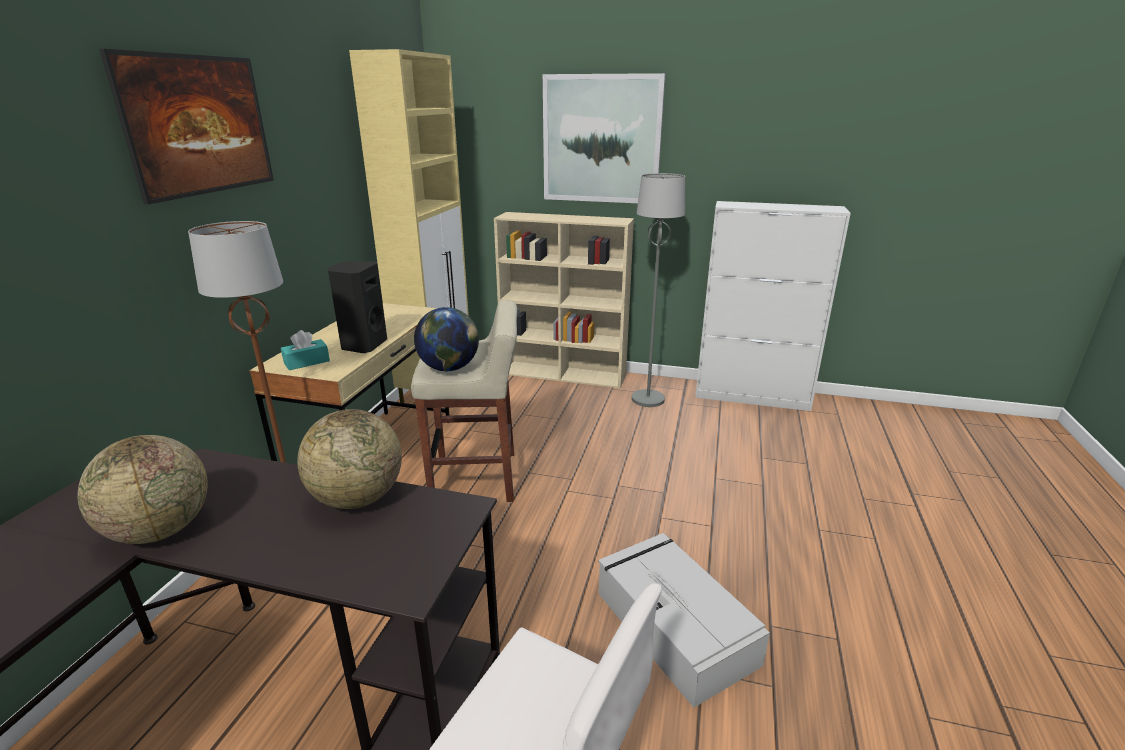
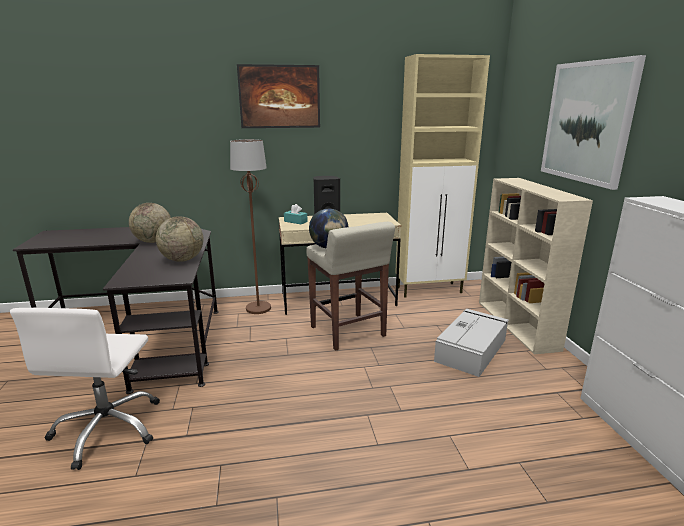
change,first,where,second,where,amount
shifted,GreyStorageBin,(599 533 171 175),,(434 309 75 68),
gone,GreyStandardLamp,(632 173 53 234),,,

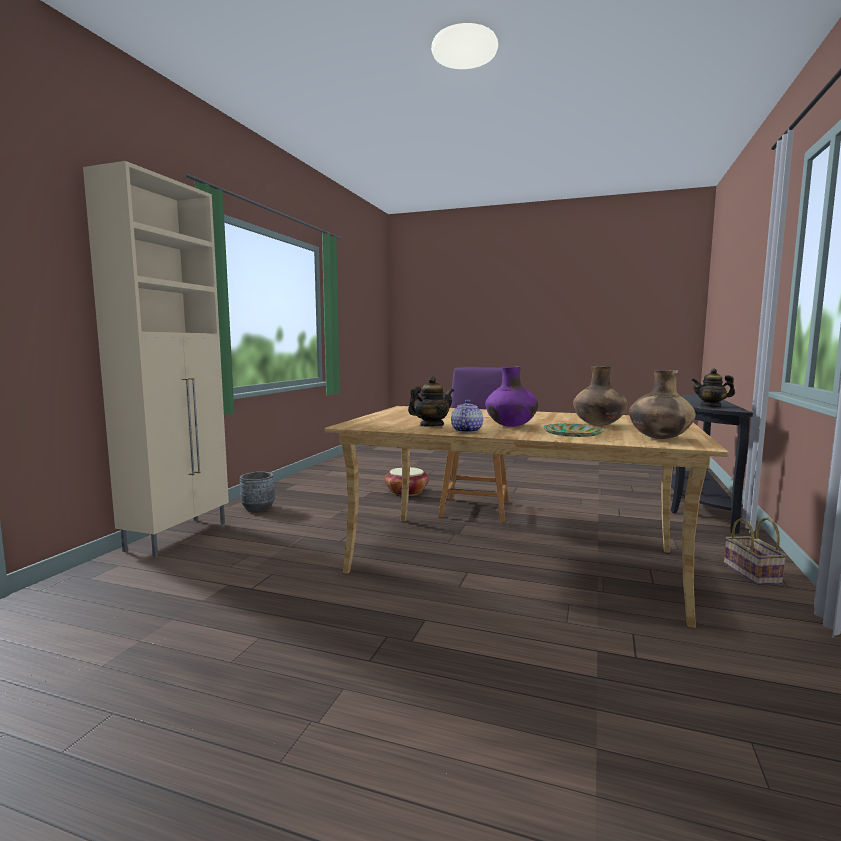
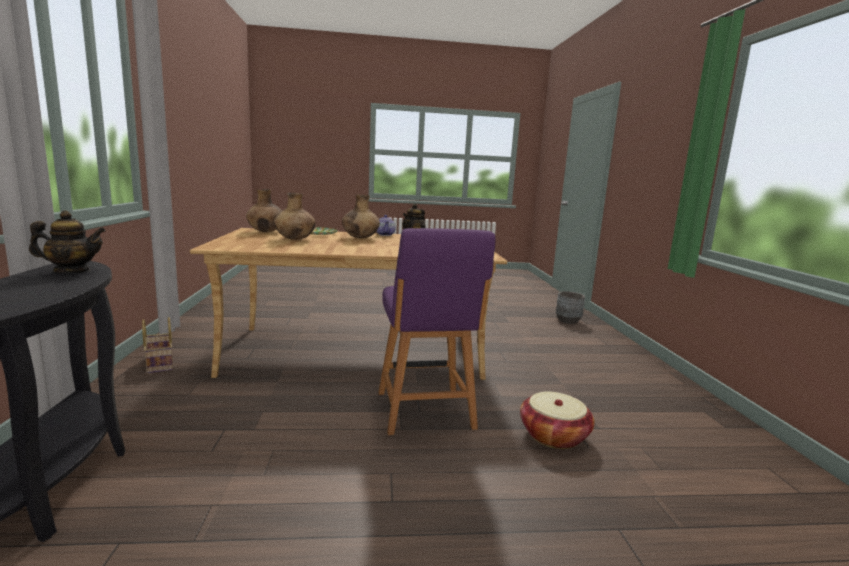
change,first,where,second,where,amount
gone,BeigeColouredCupboard,(83 161 146 396),,,
shifted,GreyPlantPot,(240 472 35 40),,(556 291 29 33),
repainted,PurplishFlowerVase,(485 366 54 61),BrownColouredFlowerVase,(342 194 38 44),

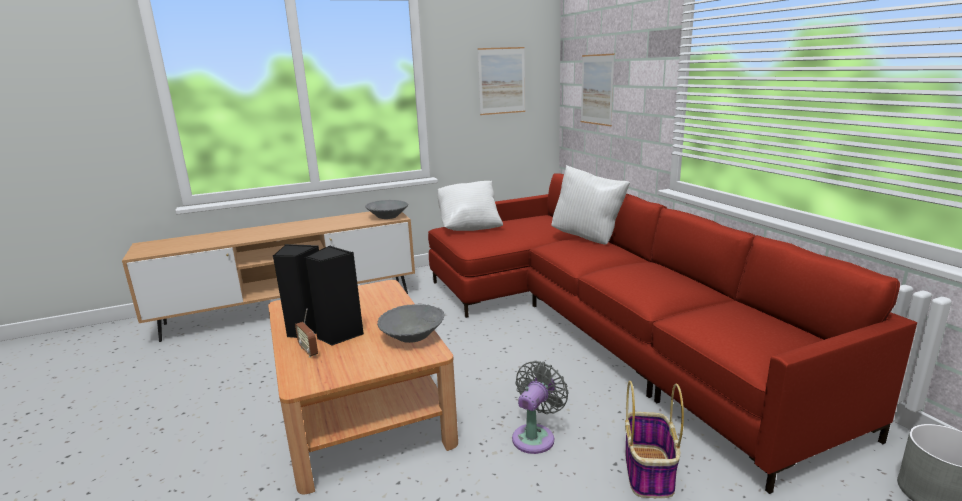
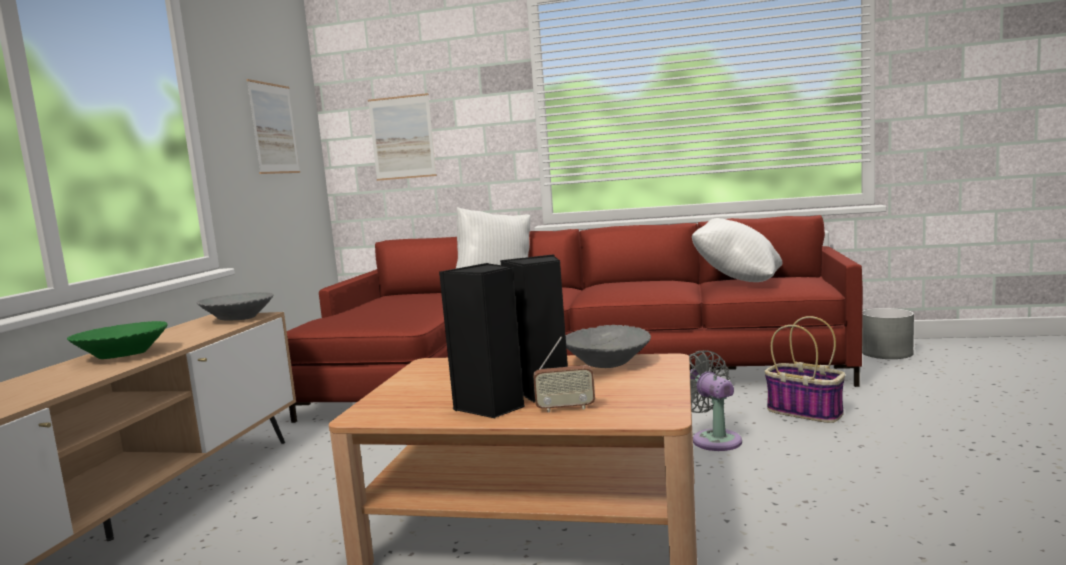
change,first,where,second,where,amount
shifted,WhiteColouredCushion,(437 181 66 50),,(692 218 90 64),
new,,,GreenBowl,(67 321 101 38),

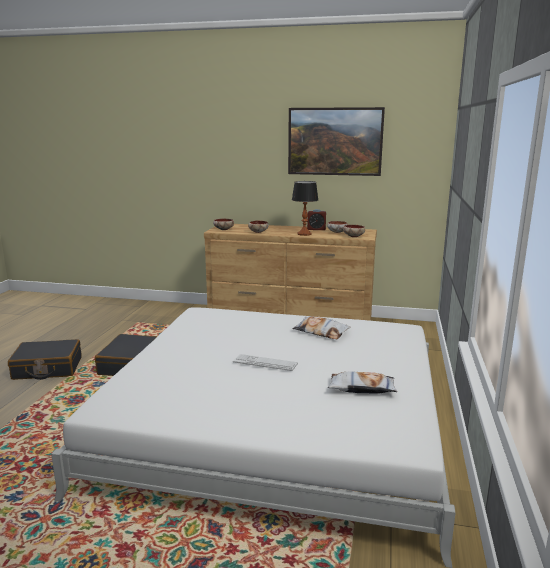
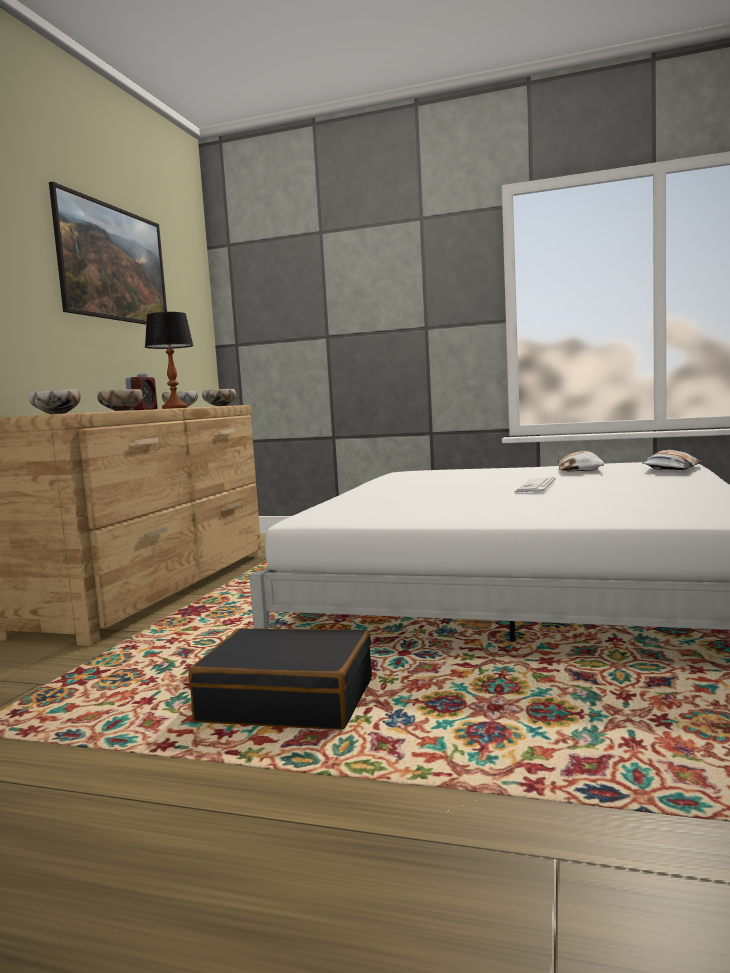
change,first,where,second,where,amount
gone,BlackTravelCase,(8 339 74 41),,,
shifted,Cushion,(292 316 59 23),,(642 450 60 20),

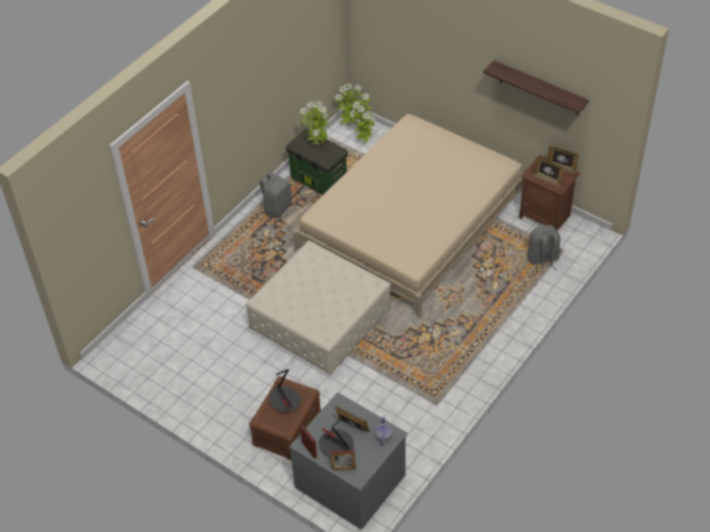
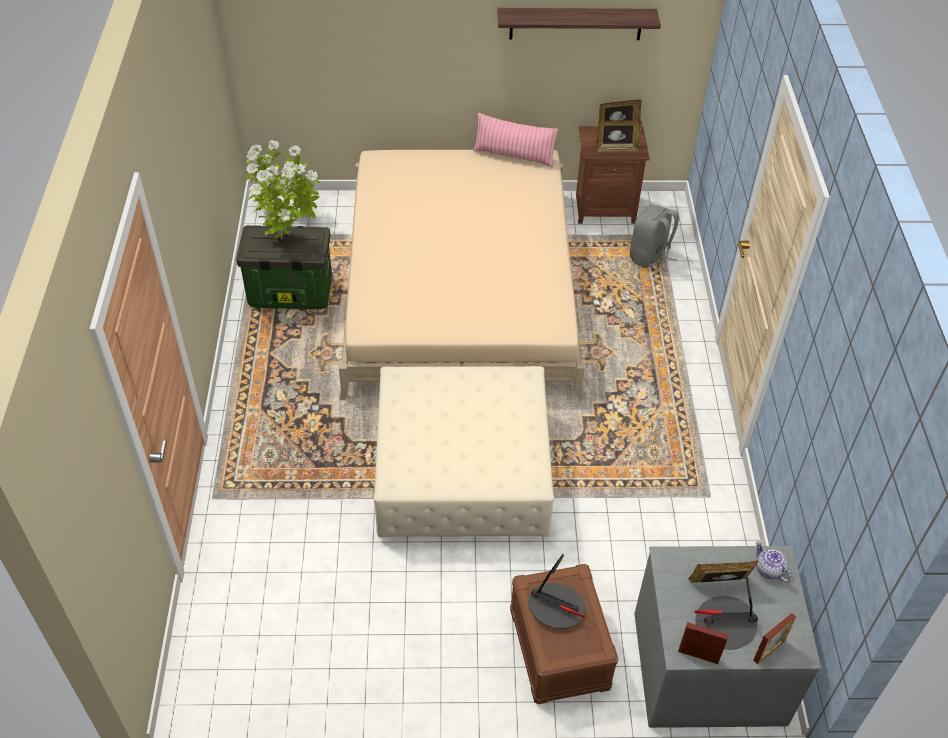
change,first,where,second,where,amount
gone,GreyKnapsack,(259 172 33 46),,,
new,,,PinkCushion,(473 113 85 54),

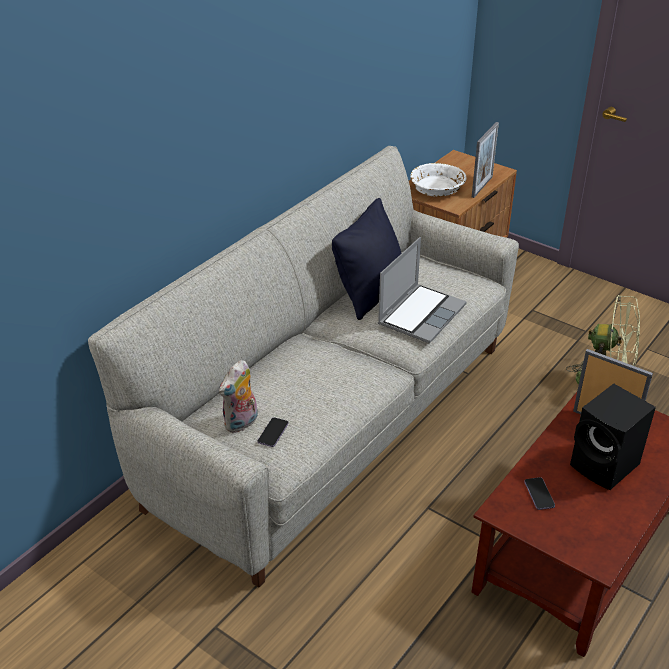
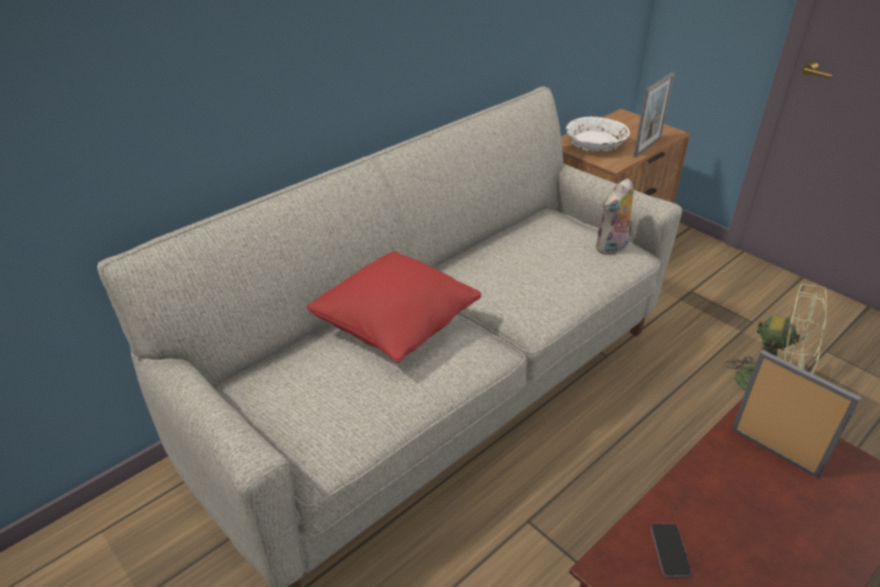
change,first,where,second,where,amount
shifted,PlushToy,(219 360 39 73),,(595 178 40 77),
gone,Phone,(258 417 30 30),,,
gone,BlackCushion,(332 198 70 122),,,
gone,PortableComputer,(378 237 89 107),,,
gone,BlackSpeaker,(570 383 86 107),,,
new,,,RedColouredCushion,(307 251 174 112),

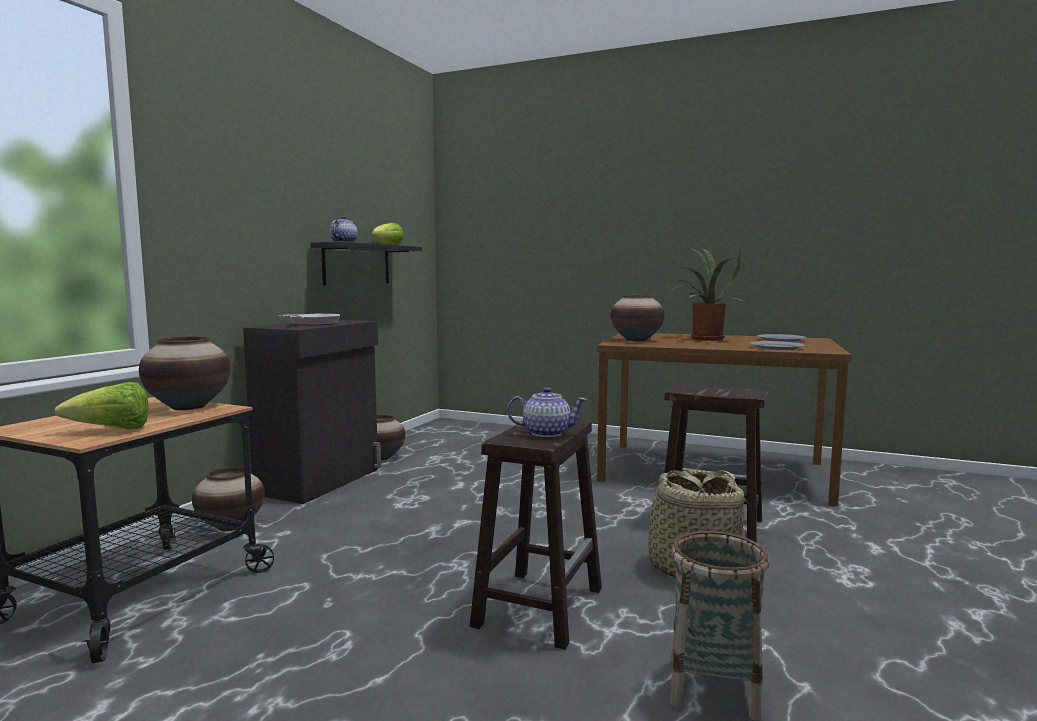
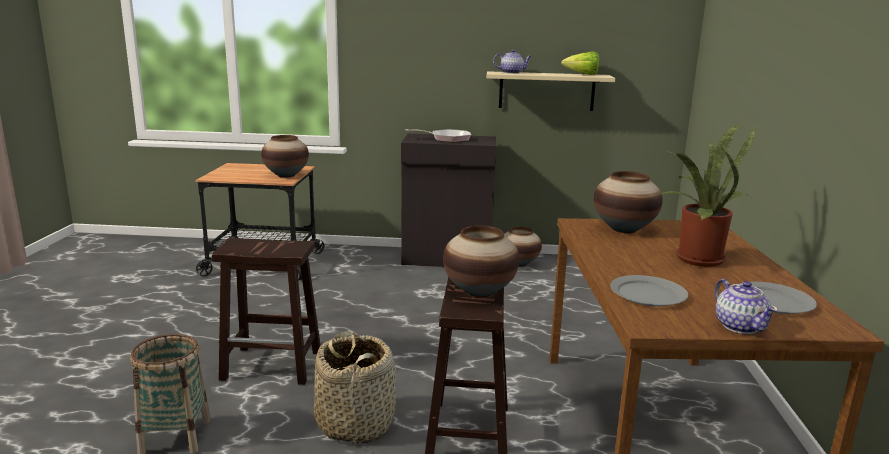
change,first,where,second,where,amount
gone,Lettuce,(54 382 95 48),,,
shifted,FlowerVase,(192 467 73 64),,(443 225 77 73),
repainted,BlackShelf,(310 242 112 43),BeigeColouredShelf,(487 71 128 40),
shifted,PotForTea,(507 387 80 50),,(714 279 64 55),

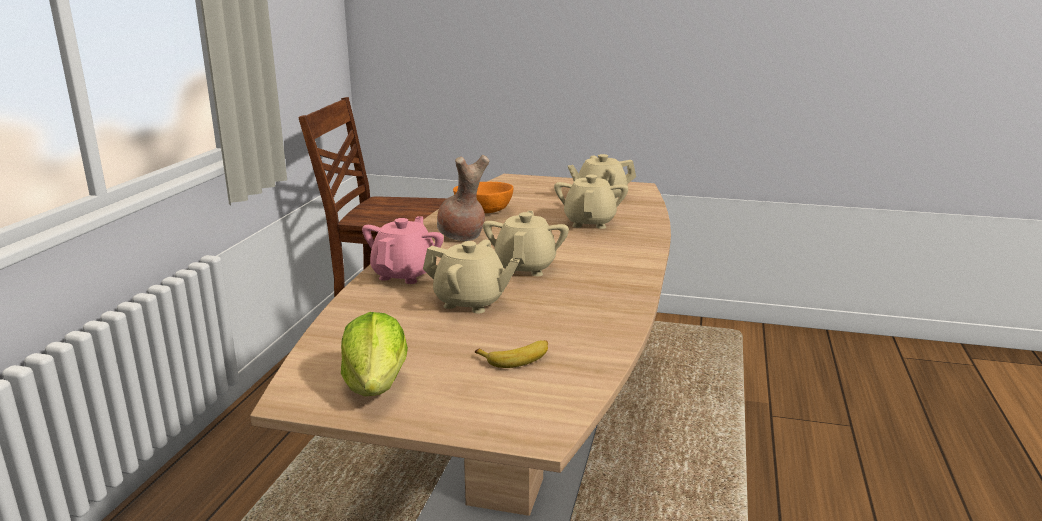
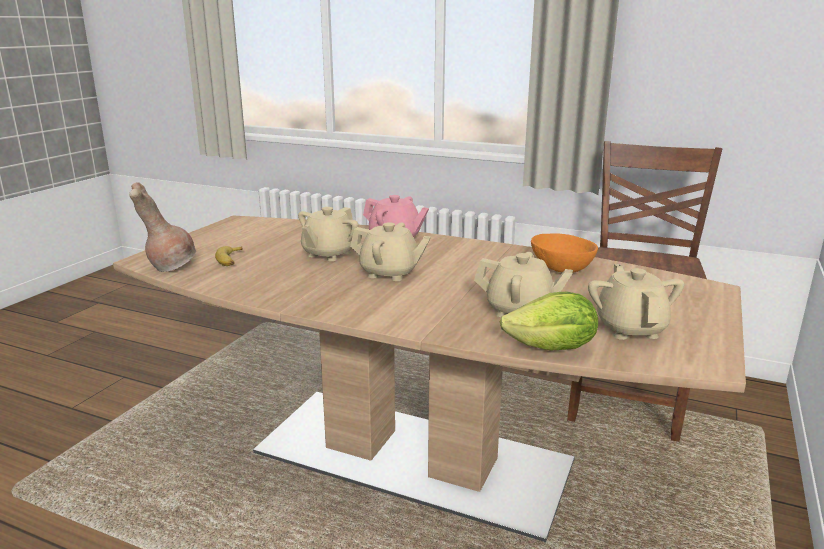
change,first,where,second,where,amount
shifted,Lettuce,(341 312 67 84),,(500 292 98 58),
shifted,BrownColouredFlowerVase,(437 155 52 86),,(129 182 67 90),

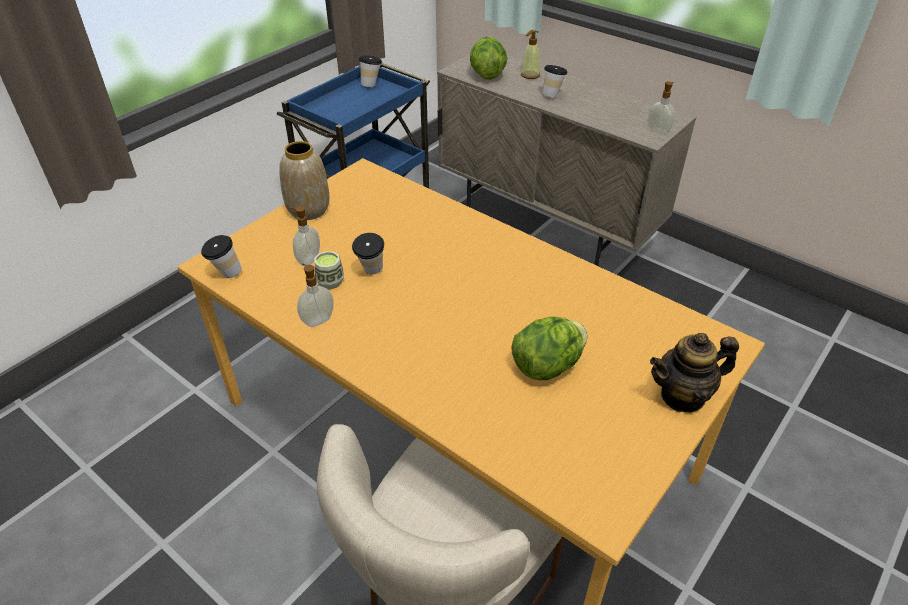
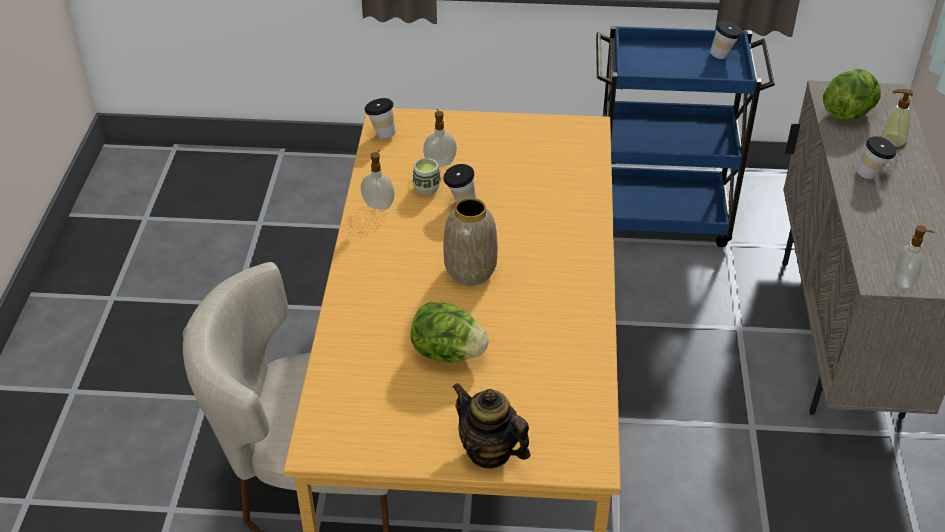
change,first,where,second,where,amount
shifted,FlowerVase,(279 141 51 79),,(443 198 55 87),

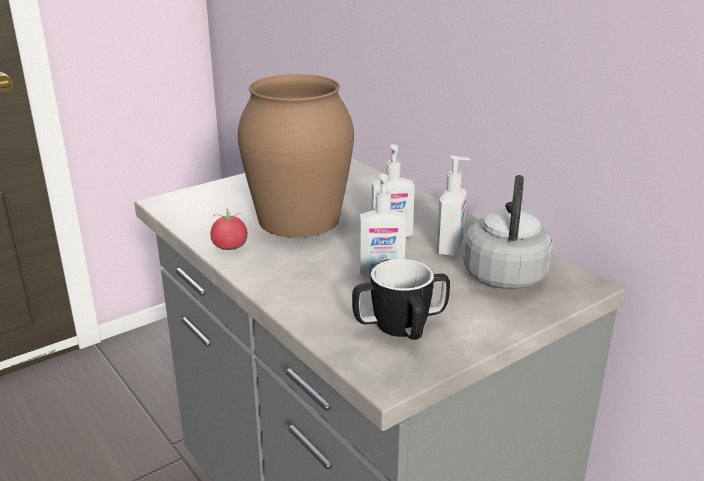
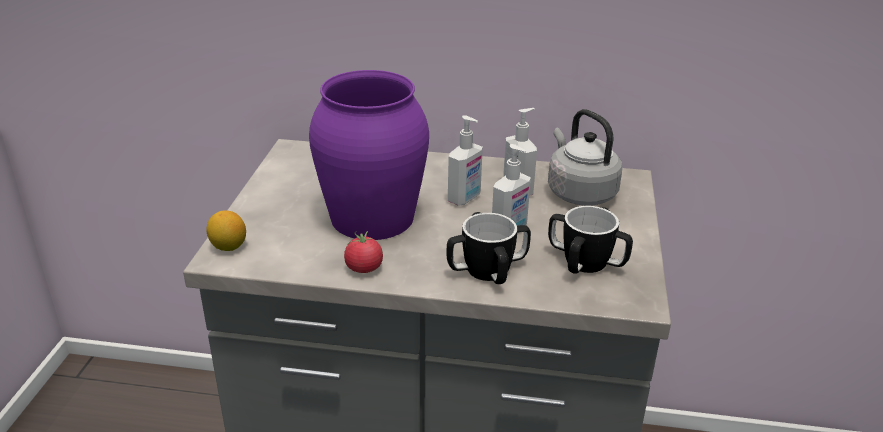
change,first,where,second,where,amount
repainted,BrownColouredFlowerVase,(238 74 116 164),PurplishFlowerVase,(309 70 120 170),
new,,,CitrusFruit,(206 210 40 41),
new,,,CoffeeMug,(447 212 84 72),

